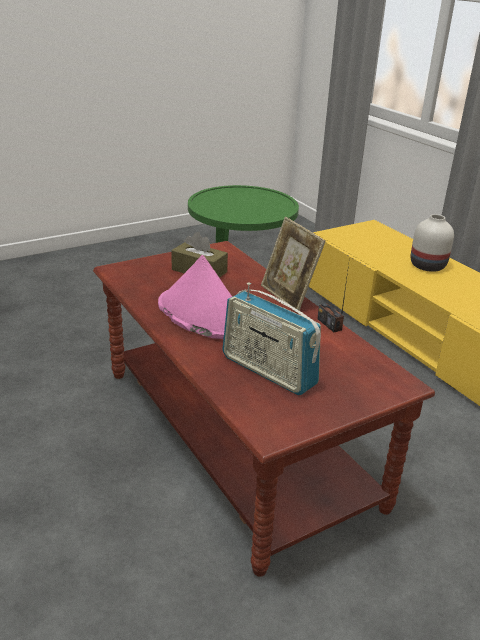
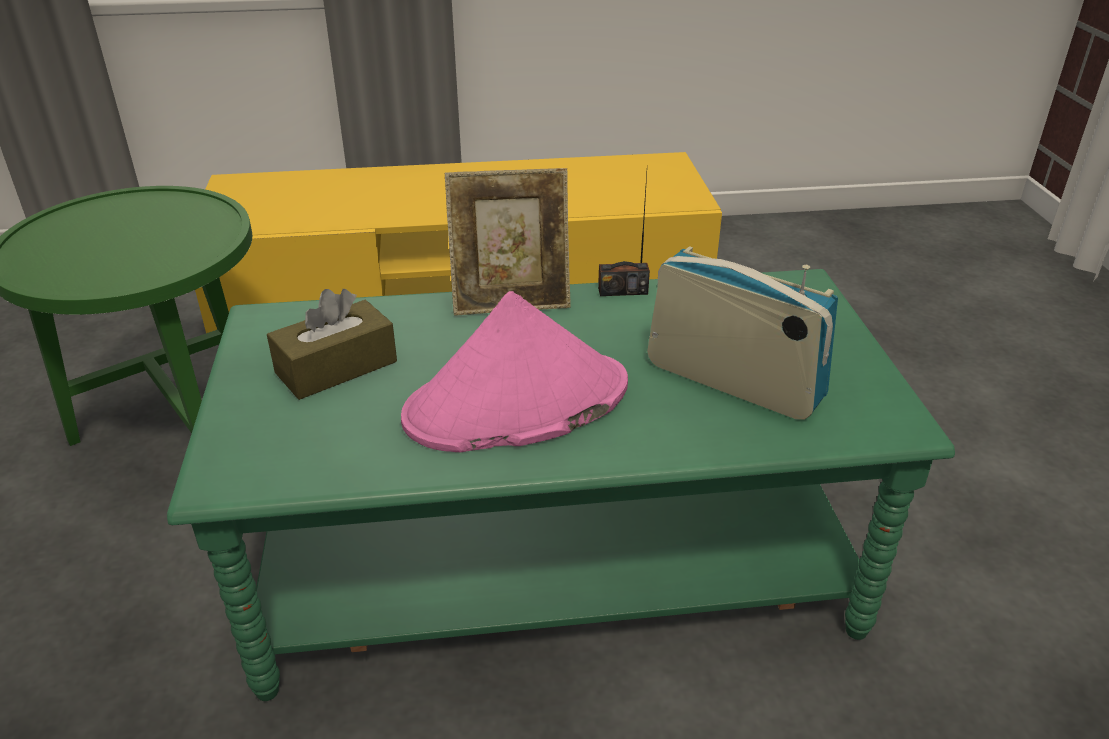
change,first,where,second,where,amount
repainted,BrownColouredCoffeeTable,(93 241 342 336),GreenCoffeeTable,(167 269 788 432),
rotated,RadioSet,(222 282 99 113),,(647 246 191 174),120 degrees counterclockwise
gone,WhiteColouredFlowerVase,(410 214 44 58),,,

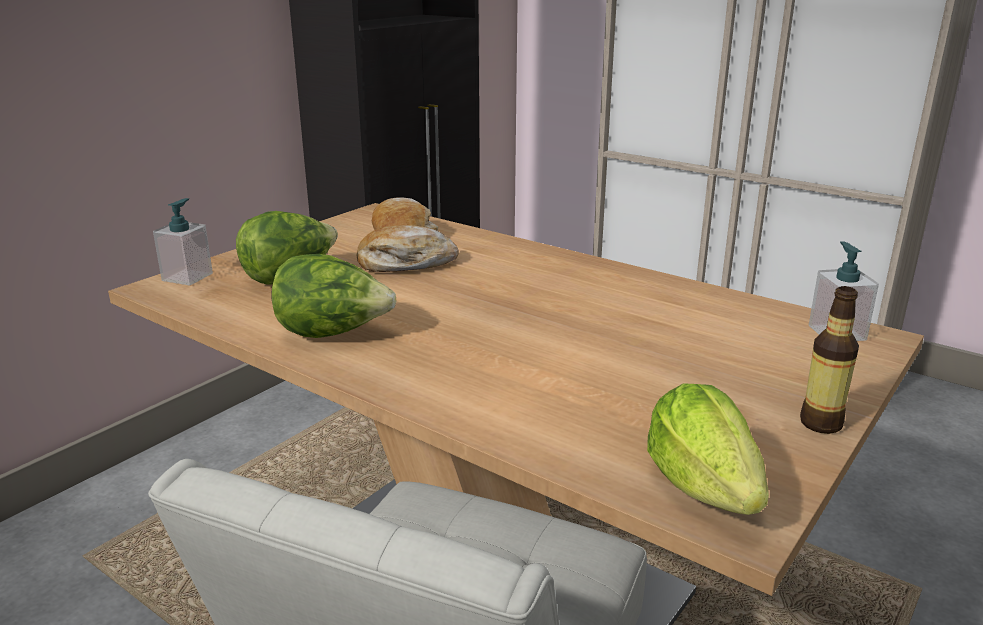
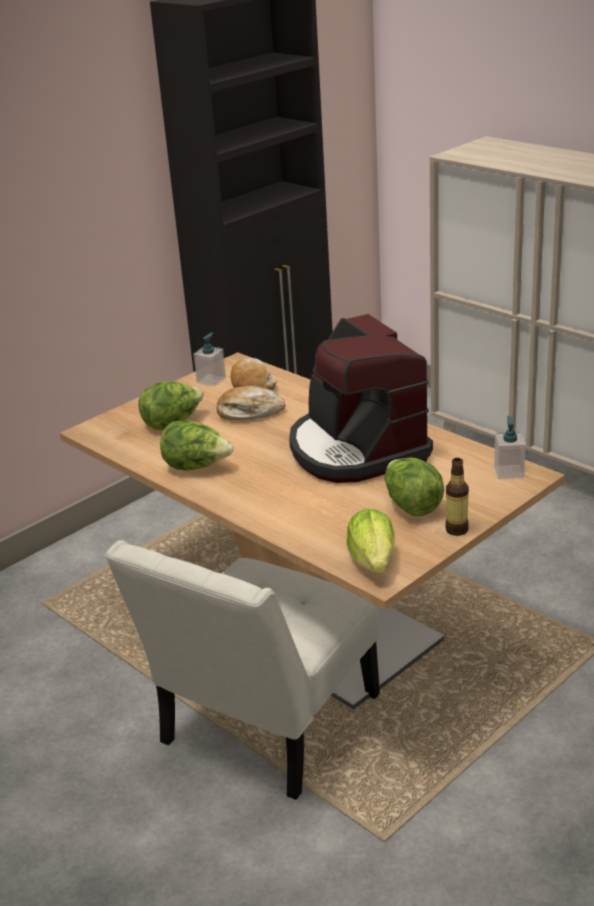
change,first,where,second,where,amount
shifted,LiquidSoapBottle,(153 198 60 88),,(193 333 33 53),
new,,,CoffeeMachine,(289 314 144 169),
new,,,Lettuce,(385 458 59 58),

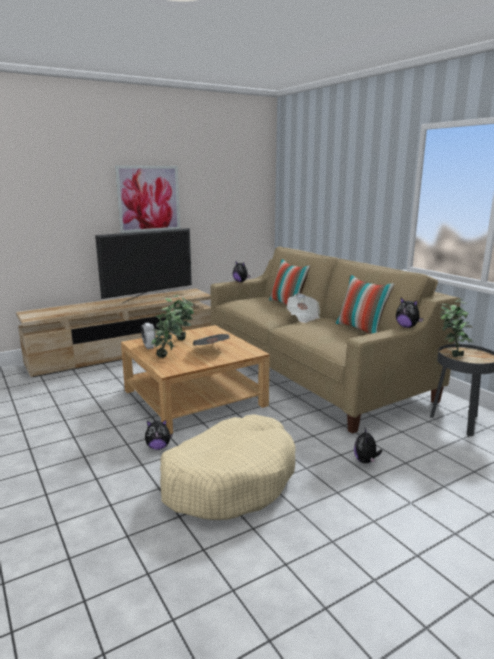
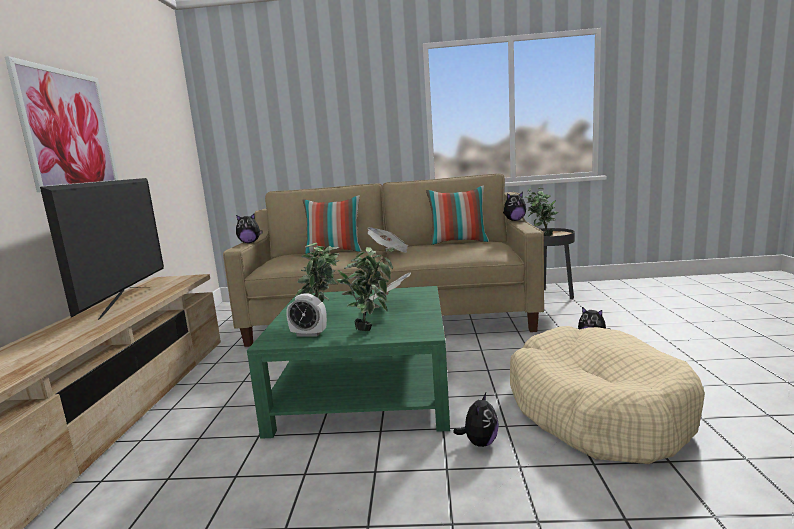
change,first,where,second,where,amount
repainted,BeigeColouredCoffeeTable,(121 325 149 109),GreenCoffeeTable,(247 286 203 153),

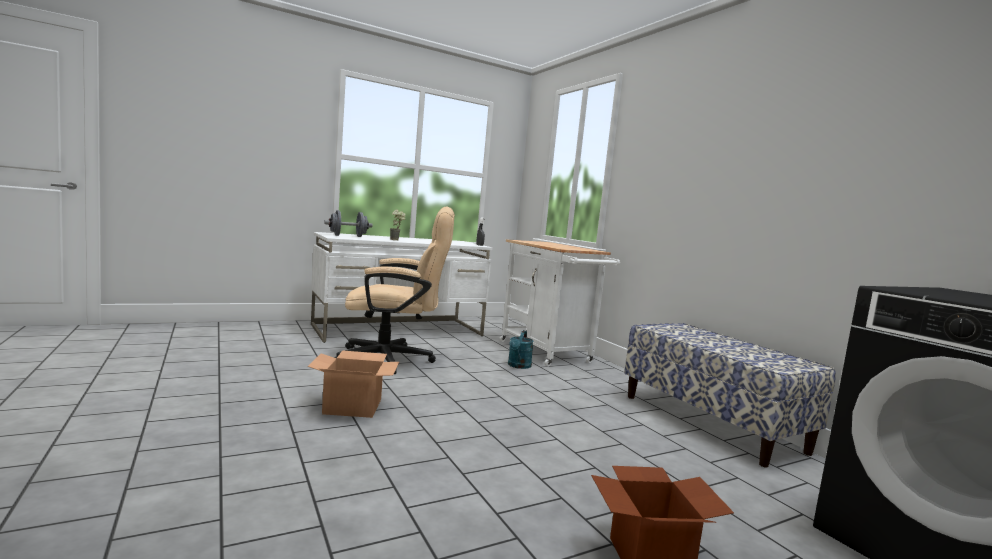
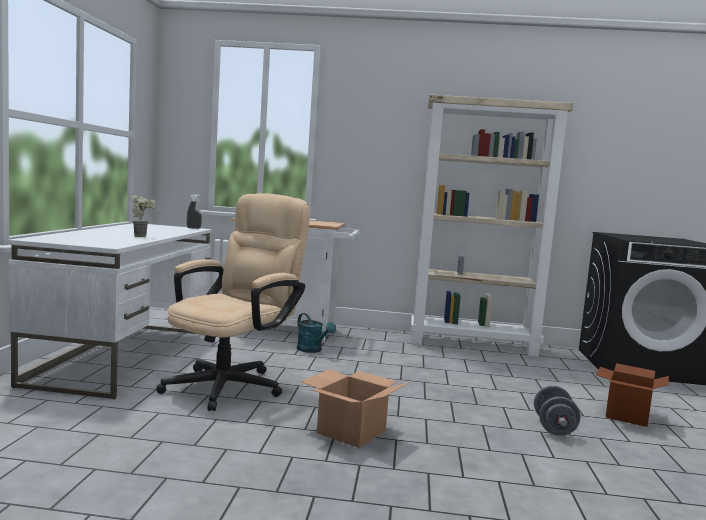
change,first,where,second,where,amount
shifted,GreyFreeWeight,(324 210 49 27),,(534 385 46 51),
swapped,Bench,(624 323 212 145),BeigeColouredBookcase,(411 95 163 262),

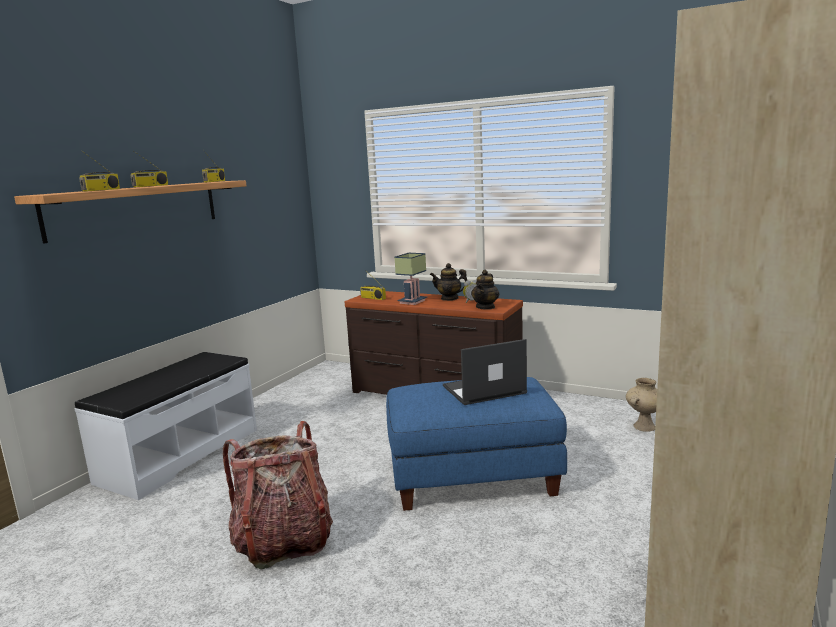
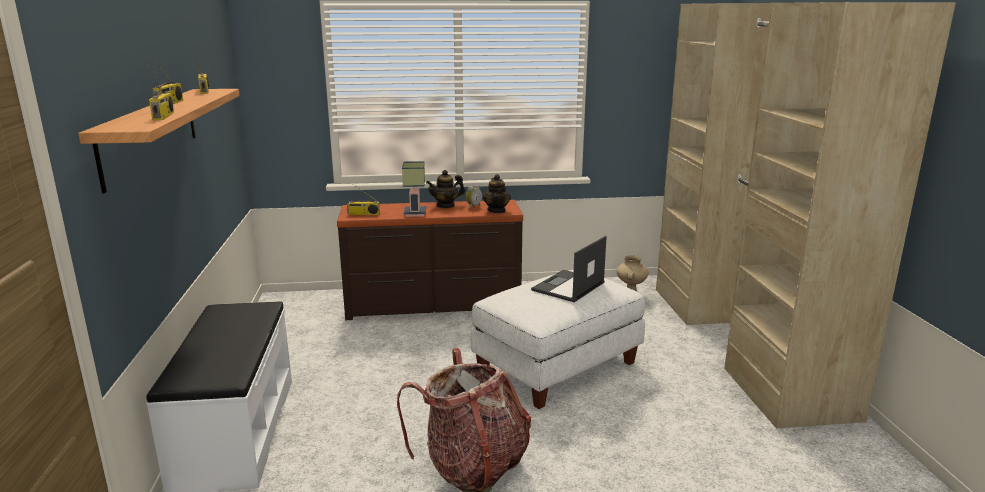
change,first,where,second,where,amount
repainted,BluishOttoman,(386 377 181 134),WhiteColouredOttoman,(471 270 174 139),

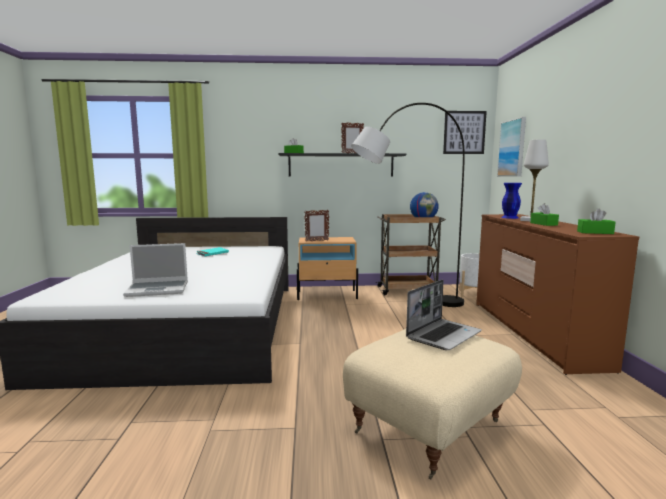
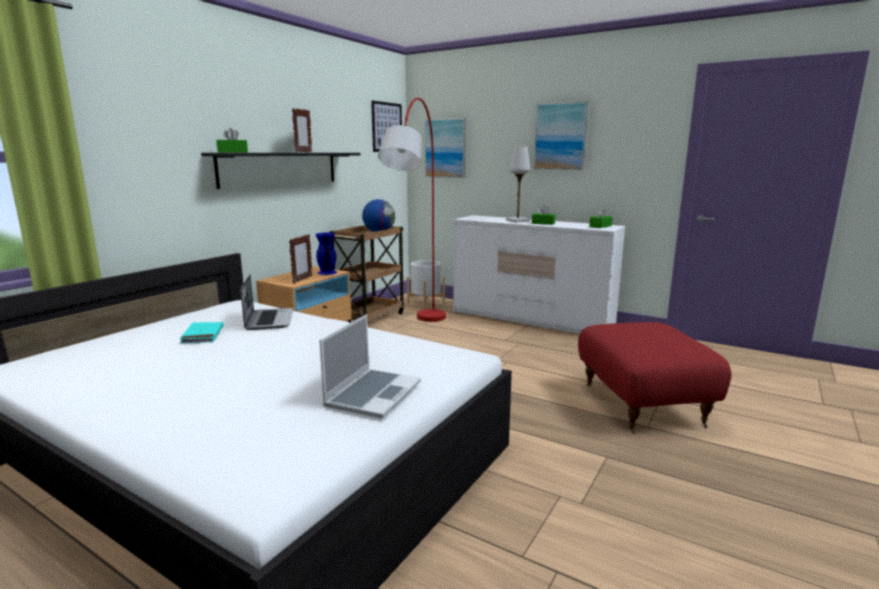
change,first,where,second,where,amount
repainted,BeigeColouredOttoman,(343 329 179 150),RedColouredOttoman,(578 322 154 111),
repainted,GreyStandardLamp,(351 103 114 204),RedColouredStandardLamp,(378 98 68 224),
shifted,PortableComputer,(406 279 76 71),,(240 275 53 55),
repainted,BrownColouredDrawerChest,(476 214 163 161),WhiteColouredDrawerChest,(453 215 173 119),
shifted,BluishFlowerVase,(501 183 21 36),,(315 232 22 43),
new,,,Picture,(534 101 55 69),

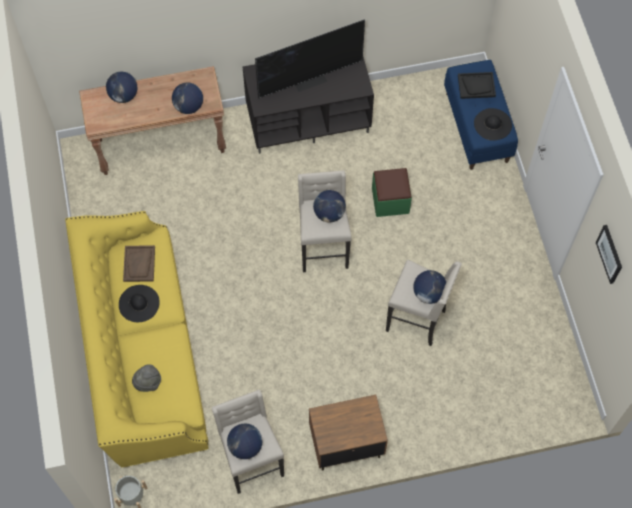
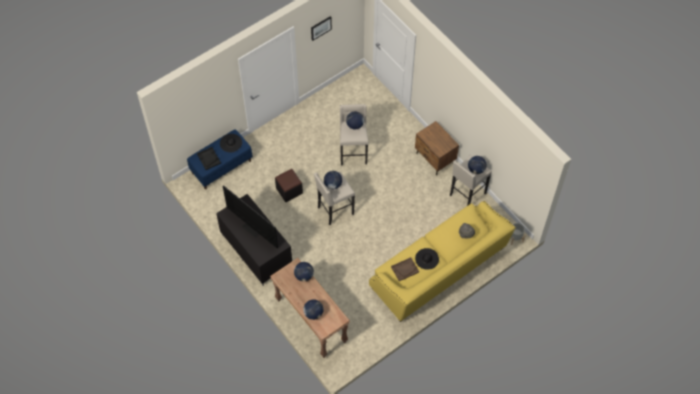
change,first,where,second,where,amount
repainted,GreenOttoman,(372 168 40 49),BlackOttoman,(275 169 28 33),

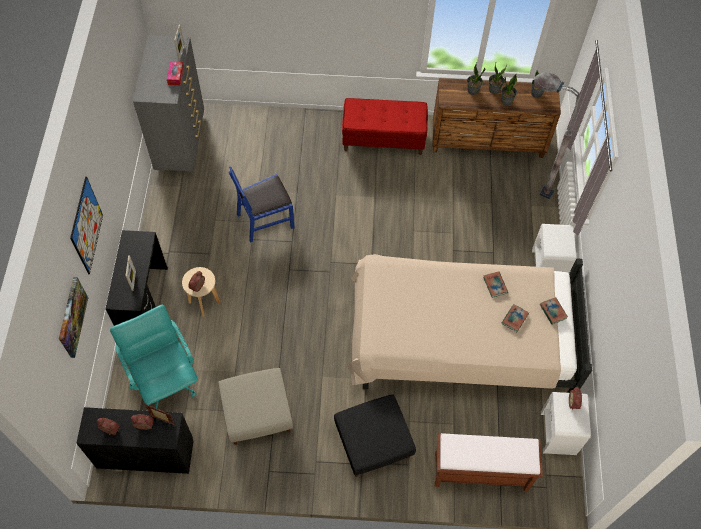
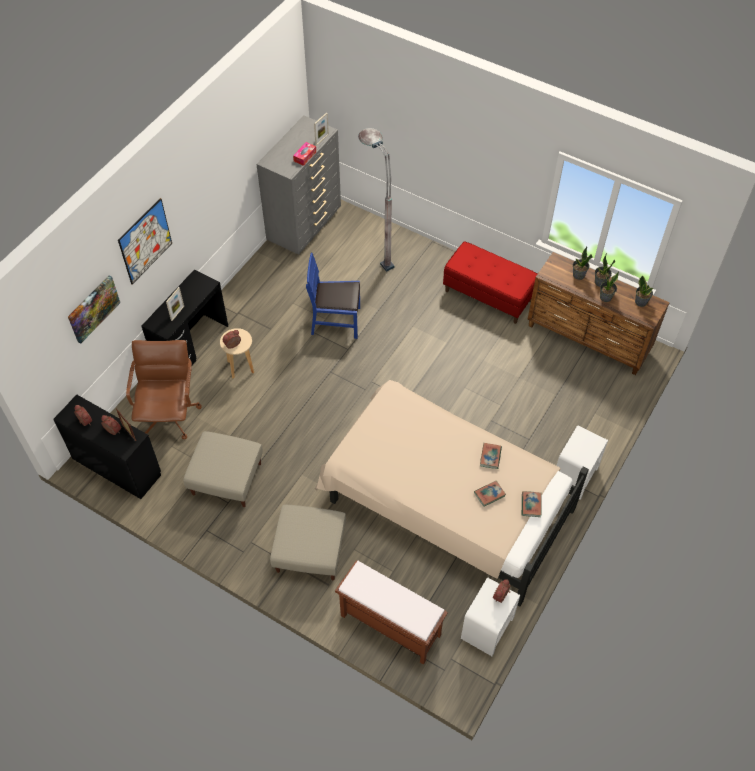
change,first,where,second,where,amount
repainted,TurquoiseColouredComputerChair,(110 305 88 104),BrownColouredComputerChair,(126 340 76 99),
repainted,BlackOttoman,(334 395 82 82),BeigeColouredOttoman,(270 505 76 75),
shifted,GreyStandardLamp,(534 72 46 128),,(358 128 37 144),

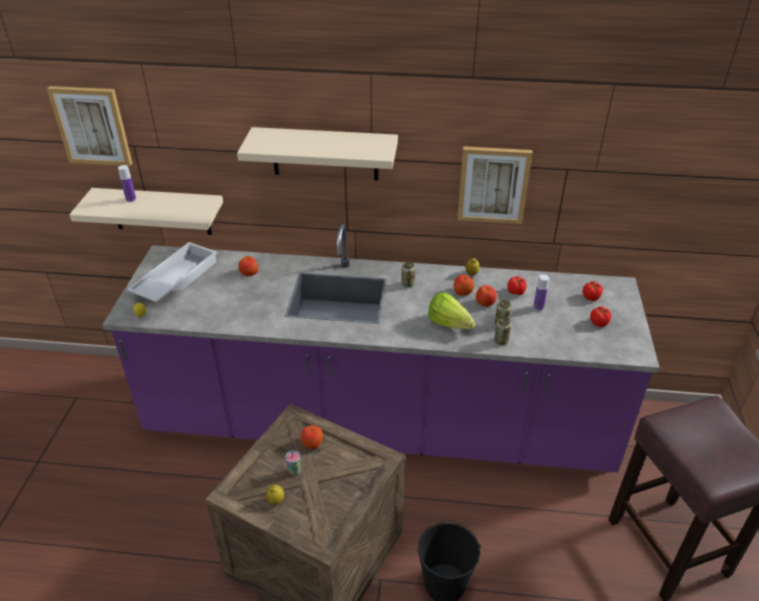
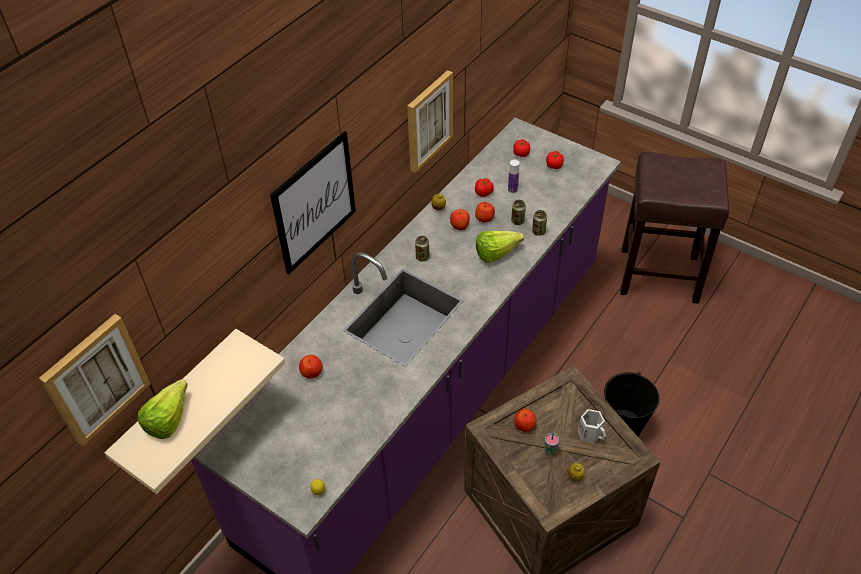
change,first,where,second,where,amount
swapped,DrinkBottle,(118 165 18 37),Lettuce,(138 379 50 60),
gone,WhiteColouredCarryingTray,(127 242 91 60),,,
swapped,BeigeColouredShelf,(237 127 161 53),Picture,(270 131 86 143),
new,,,WhiteColouredCoffeeMug,(578 409 28 34),

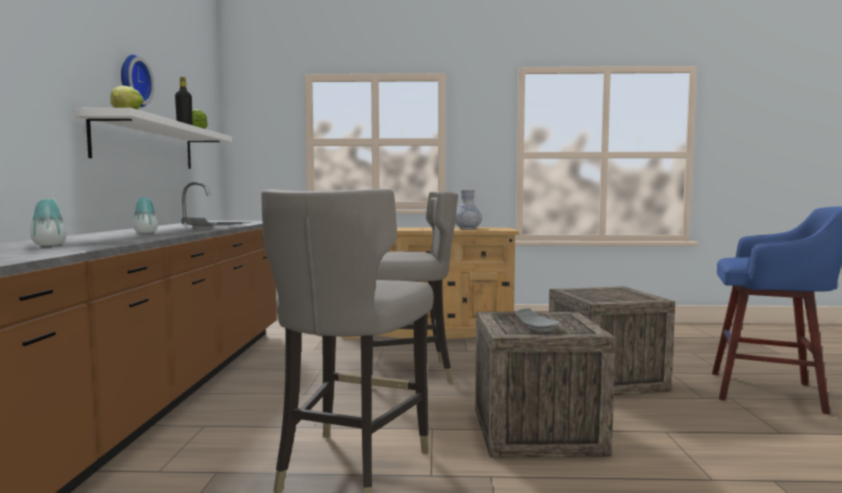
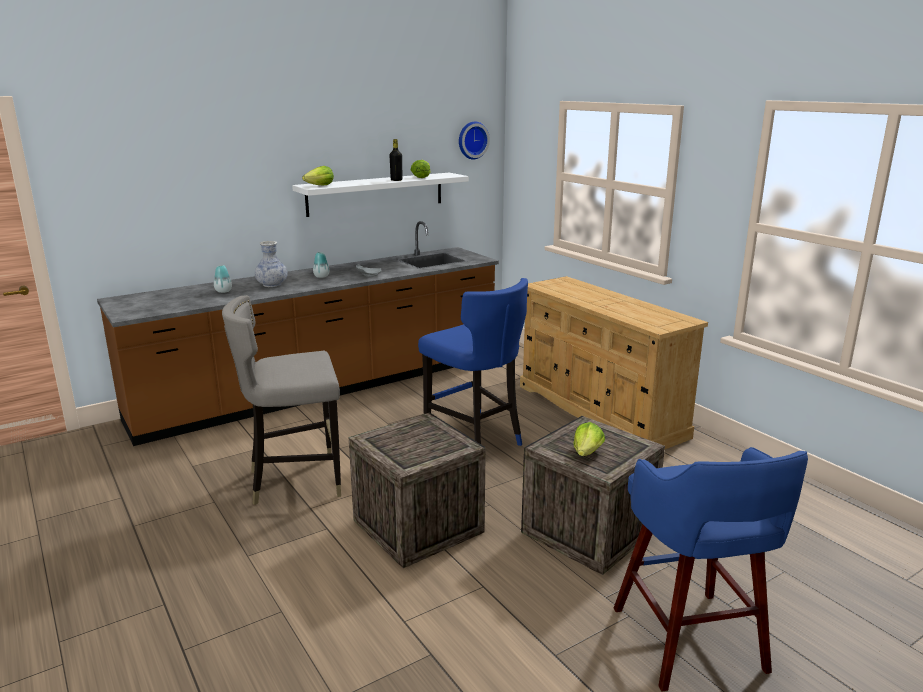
change,first,where,second,where,amount
shifted,HangingClock,(121 54 33 53),,(459 121 31 38),
repainted,GreyStool,(371 191 87 197),BluishStool,(418 278 110 168),
shifted,FlowerVase,(455 190 27 39),,(255 241 33 46),
gone,GreyDinnerPlate,(516 308 44 24),,,
new,,,Lettuce,(573 422 32 34),

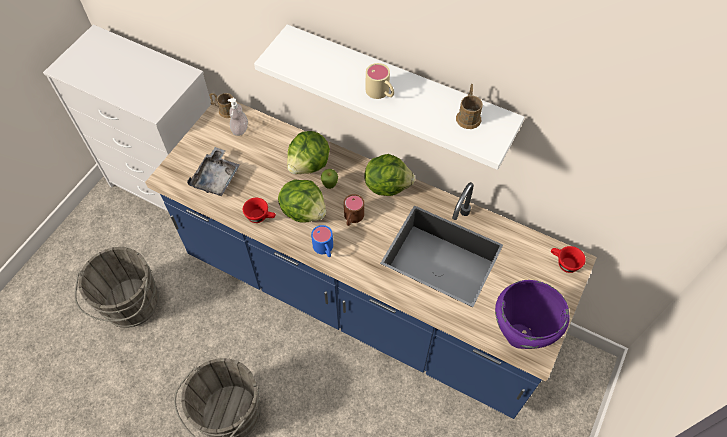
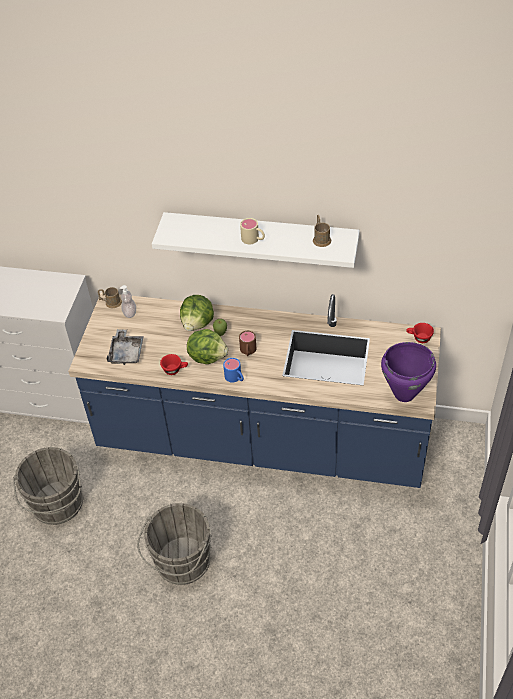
change,first,where,second,where,amount
gone,Lettuce,(365 154 50 42),,,

